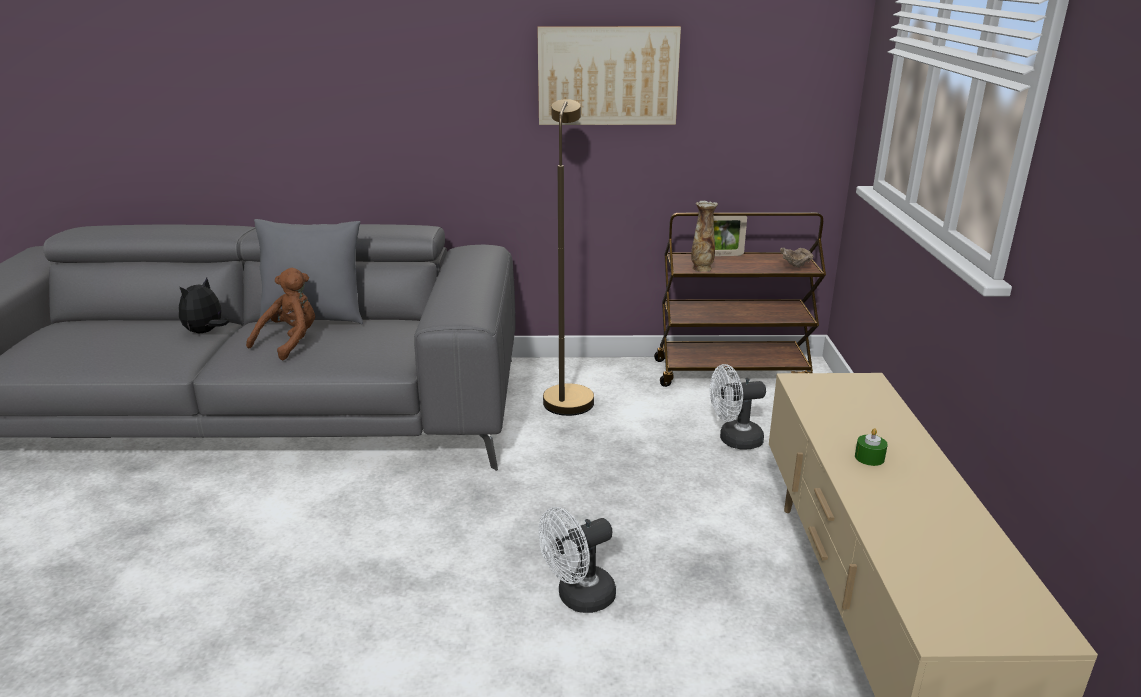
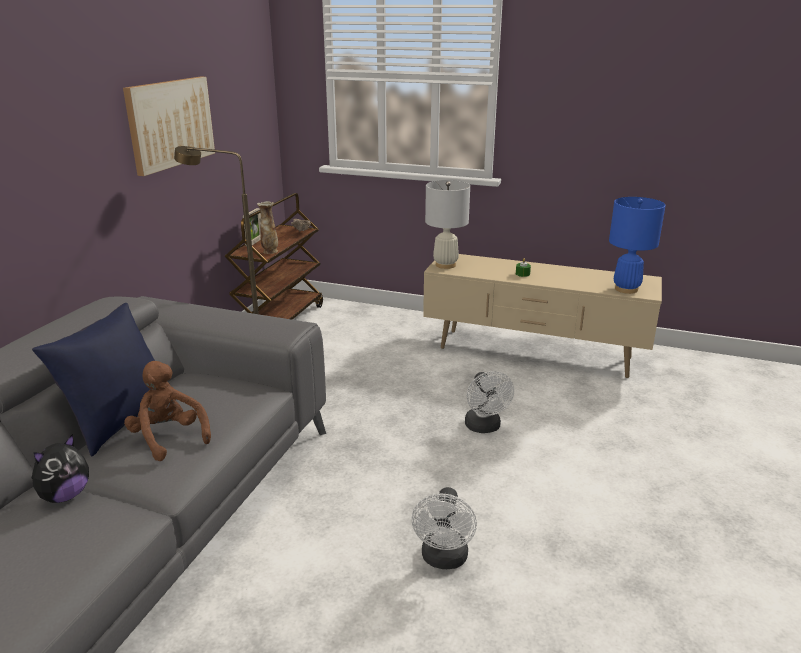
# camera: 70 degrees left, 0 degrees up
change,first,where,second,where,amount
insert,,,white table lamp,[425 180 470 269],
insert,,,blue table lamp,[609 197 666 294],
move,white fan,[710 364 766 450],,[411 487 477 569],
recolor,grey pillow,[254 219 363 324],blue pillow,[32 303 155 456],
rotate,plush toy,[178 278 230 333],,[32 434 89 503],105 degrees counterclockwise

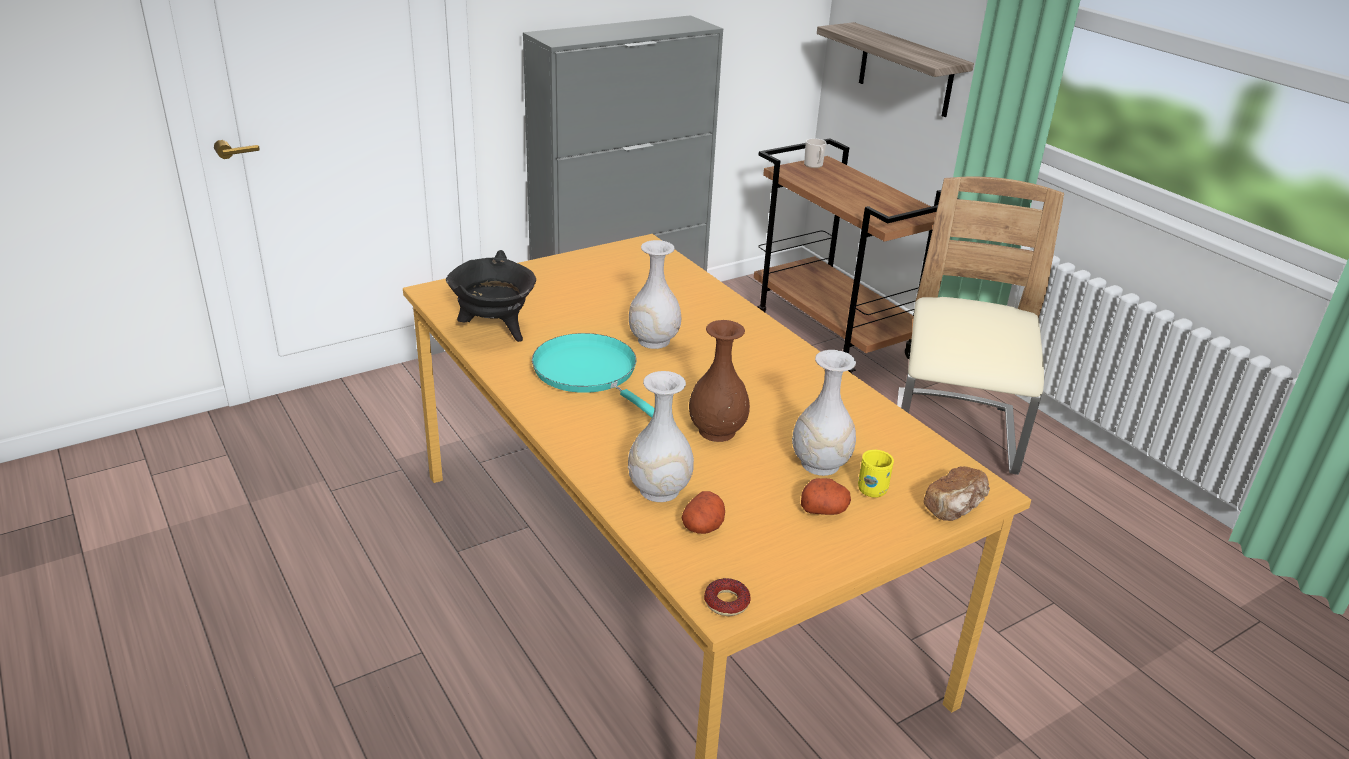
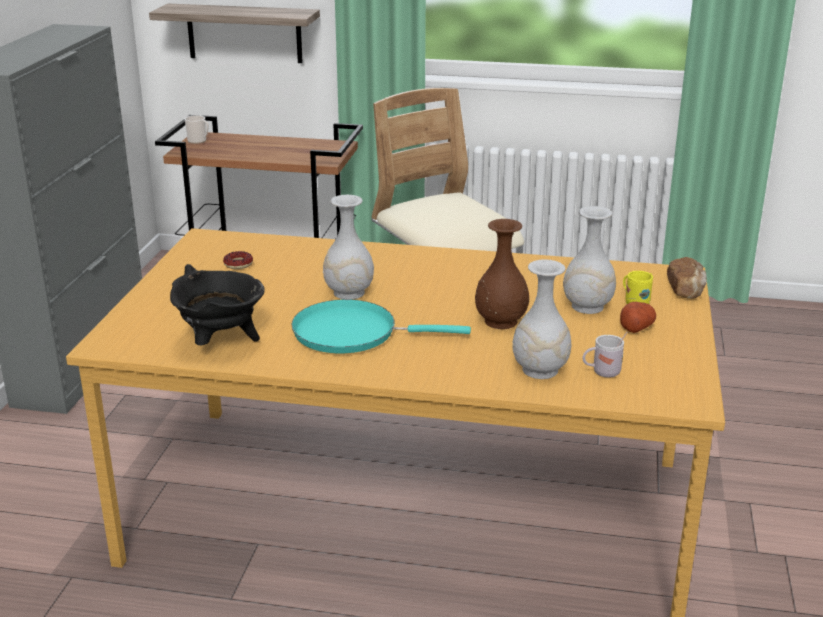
# camera: 45 degrees left, 5 degrees down
change,first,where,second,where,amount
move,donut,[704 578 751 616],,[223 251 253 269],
replace,potato,[681 491 725 534],white mug,[583 332 627 378],

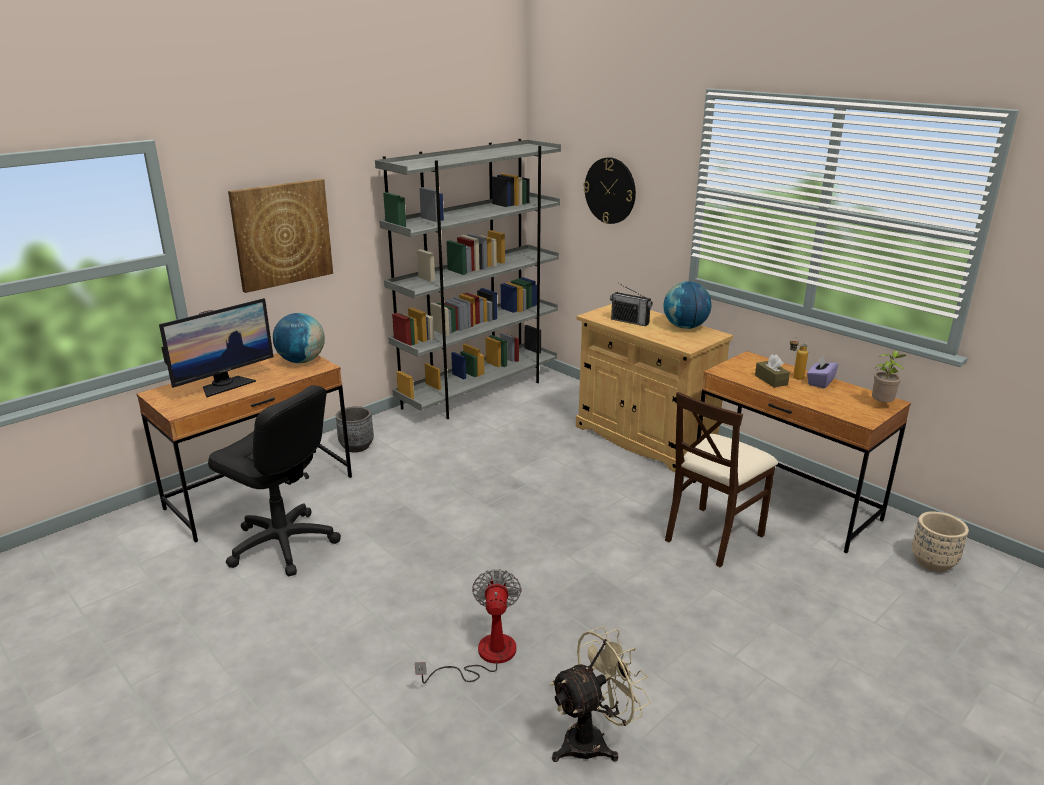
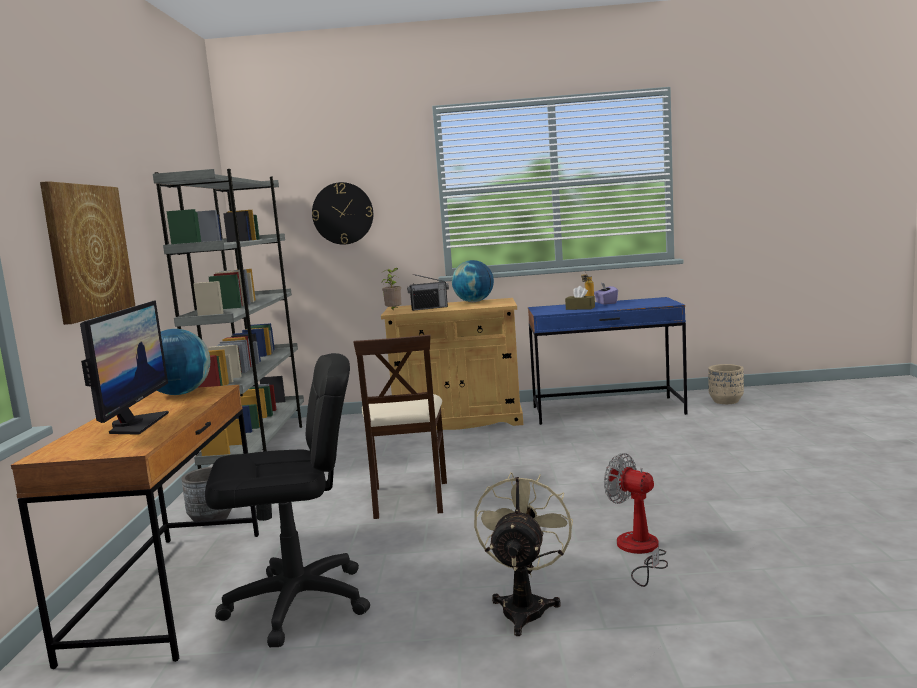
# camera: 45 degrees left, 15 degrees down
change,first,where,second,where,amount
move,beige fan,[550 626 651 762],,[474 472 573 636],
move,beige chair,[665 392 778 567],,[353 335 447 519],
move,potted plant,[872 350 906 402],,[381 268 401 311],
recolor,brown desk,[693 351 911 553],blue desk,[528 297 687 425],

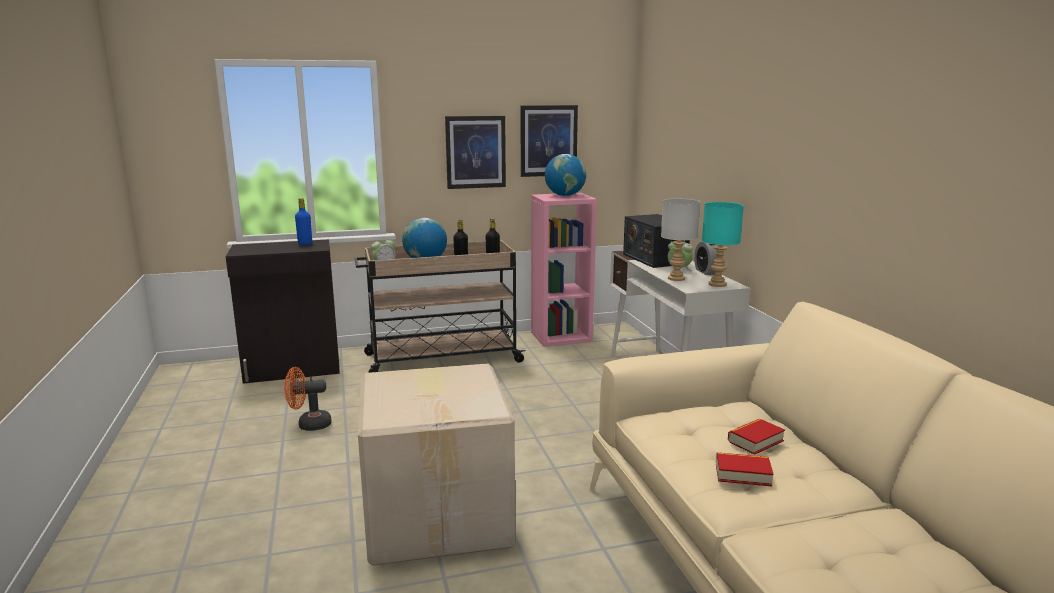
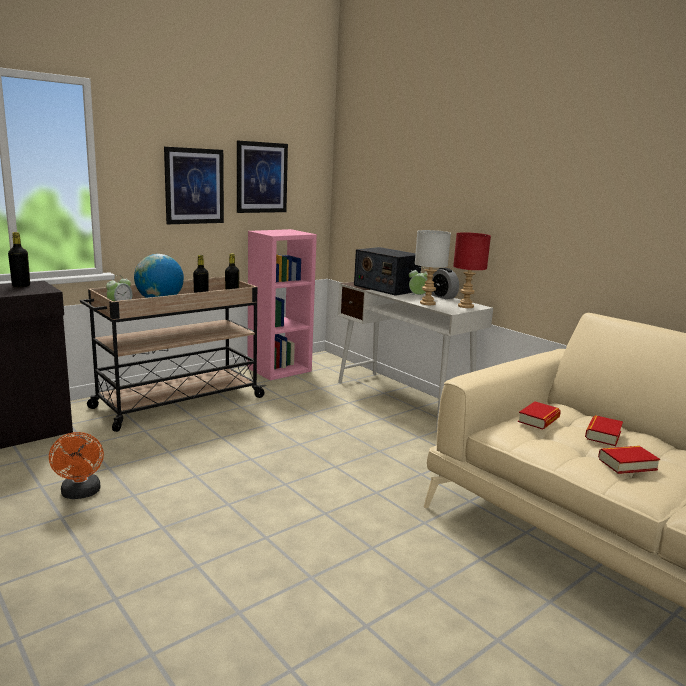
# camera: 25 degrees left, 0 degrees up
change,first,where,second,where,amount
delete,cardboard box,[358 364 515 566],,,
delete,globe,[545 154 586 196],,,
insert,,,book,[518 401 561 430],
recolor,blue bottle,[295 198 312 245],black bottle,[8 232 30 287],
recolor,turquoise table lamp,[702 202 744 287],red table lamp,[453 232 491 308],
rotate,orange fan,[284 367 332 431],,[49 432 104 499],75 degrees counterclockwise

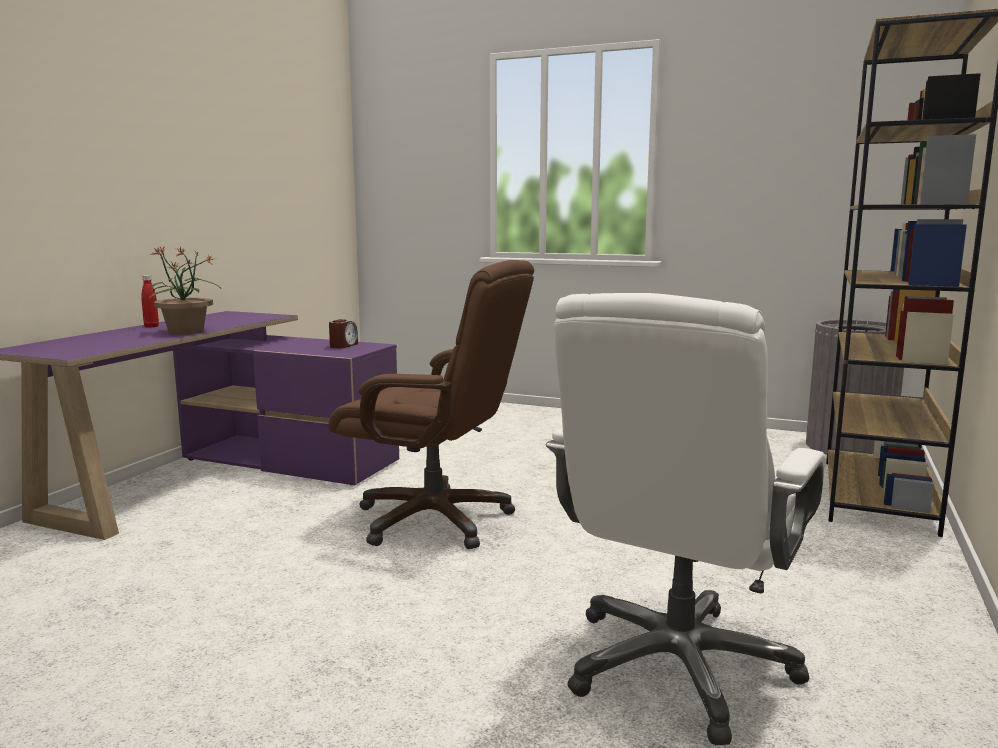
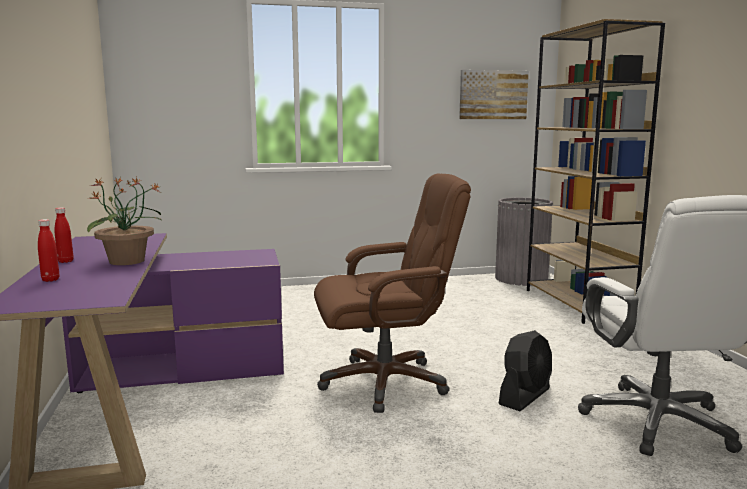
# camera: 35 degrees left, 0 degrees up
change,first,where,second,where,amount
delete,alarm clock,[329 319 358 349],,,
insert,,,red bottle,[38 219 59 282],
insert,,,picture,[459 70 529 119],
insert,,,black fan,[498 330 552 411],

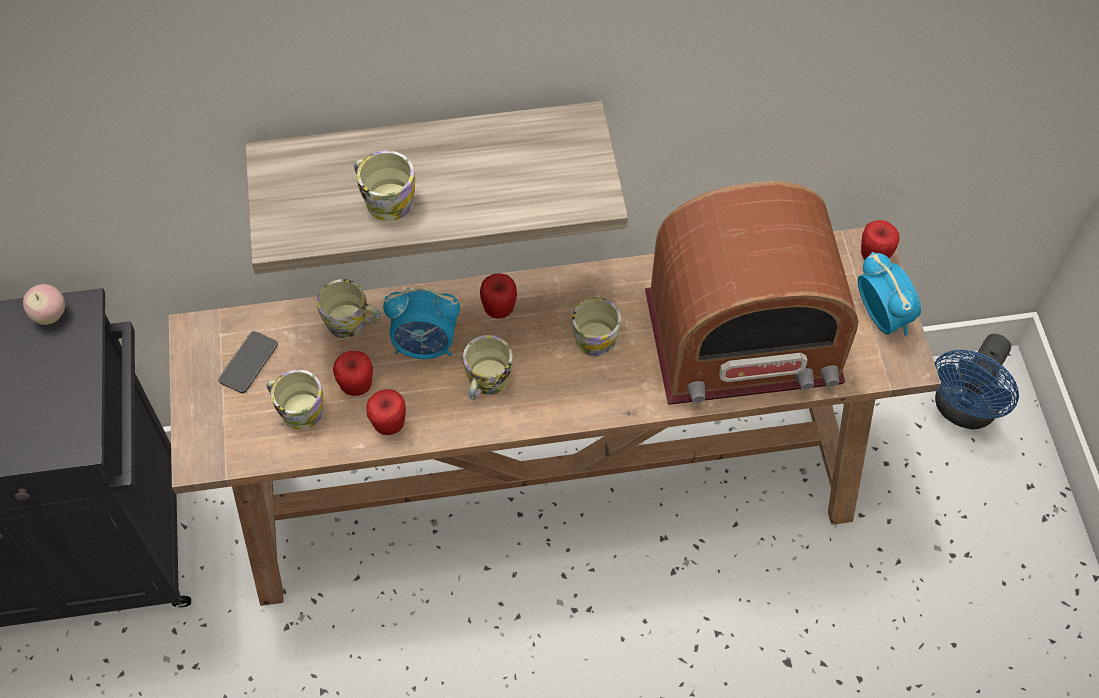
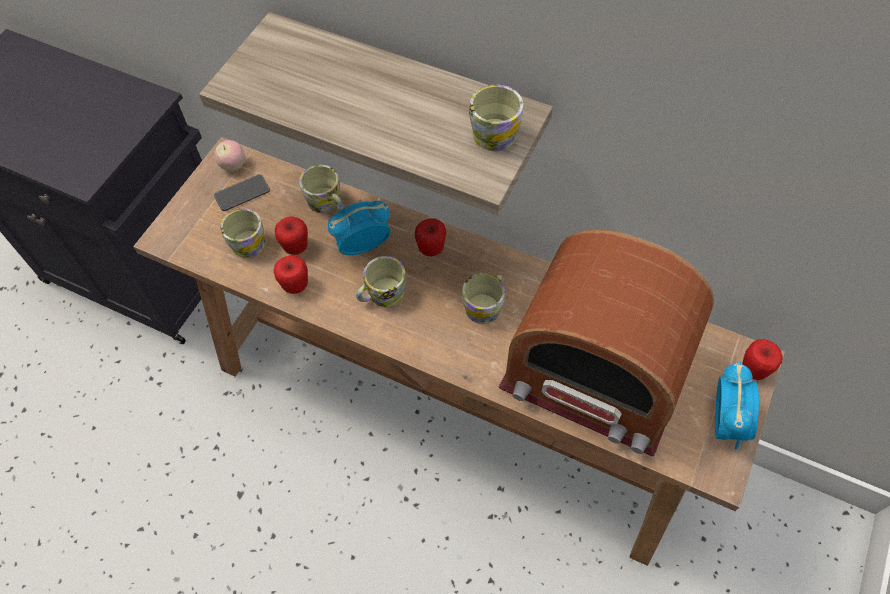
# camera: 35 degrees right, 0 degrees up
change,first,where,second,where,amount
delete,blue fan,[935 334 1019 429],,,
move,apple,[23 284 65 325],,[214 140 245 172],
move,mug,[354 151 415 221],,[469 85 523 151],
rotate,alarm clock,[383 286 460 359],,[328 201 391 255],120 degrees clockwise

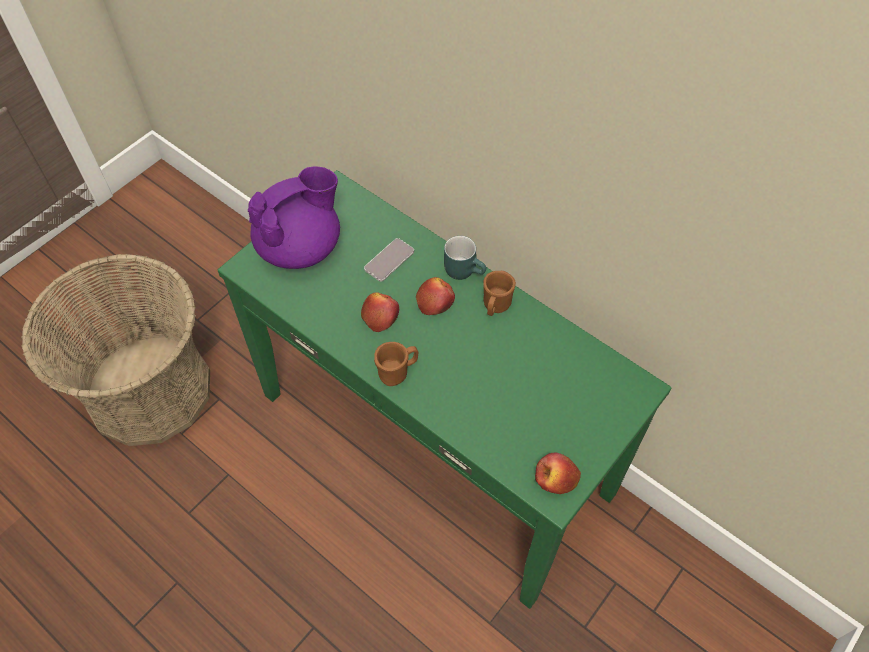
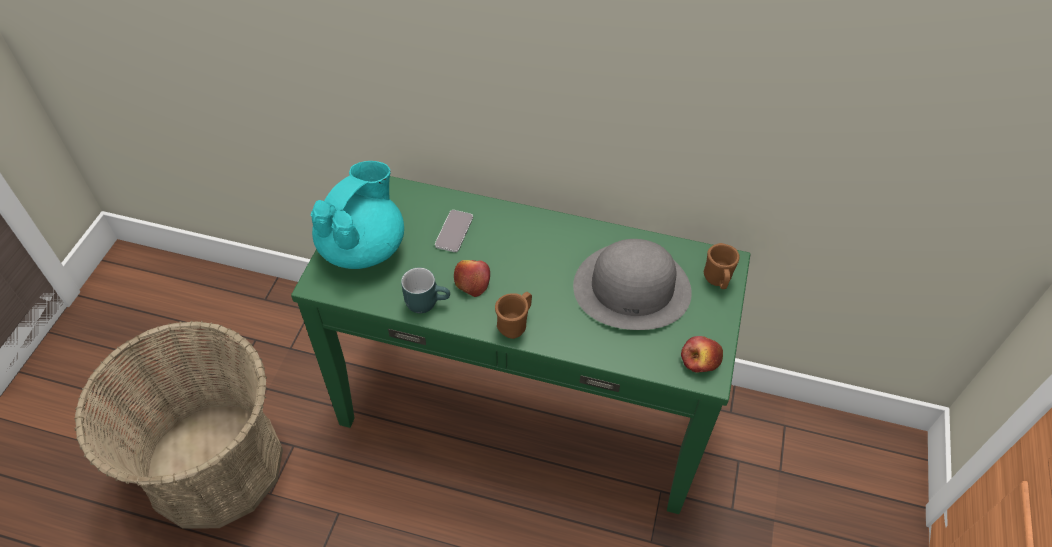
# camera: 25 degrees left, 5 degrees down
change,first,where,second,where,amount
delete,apple,[416 277 455 315],,,
insert,,,grey hat,[573 239 692 330],
move,turquoise mug,[444 236 486 280],,[401 268 450 313],
move,brown mug,[483 271 516 316],,[704 243 740 289],
recolor,purple teapot,[248 166 340 269],turquoise teapot,[311 161 404 269],

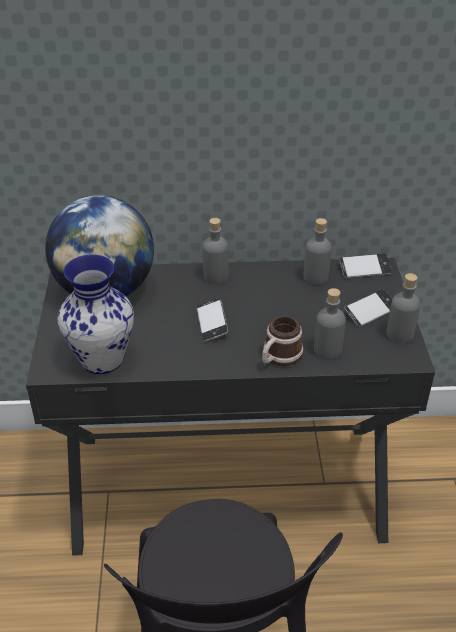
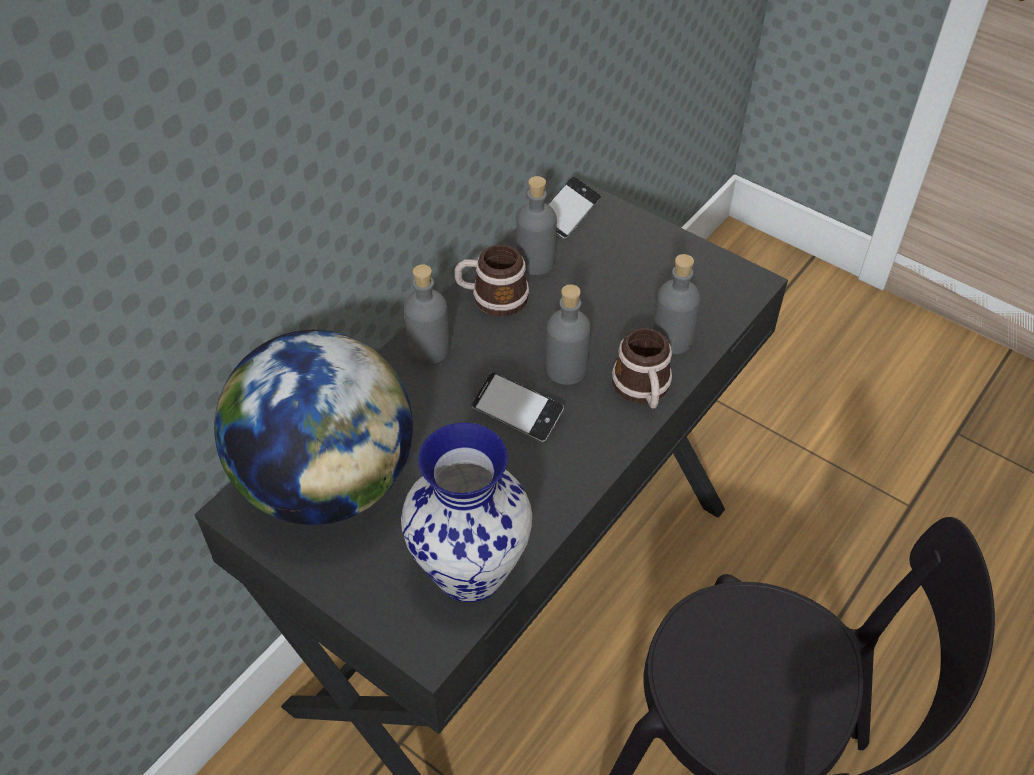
# camera: 50 degrees left, 10 degrees up
change,first,where,second,where,amount
delete,phone,[344 289 392 327],,,
insert,,,mug,[455 245 529 316],
move,grey bottle,[386 273 421 343],,[546 284 591 385],

